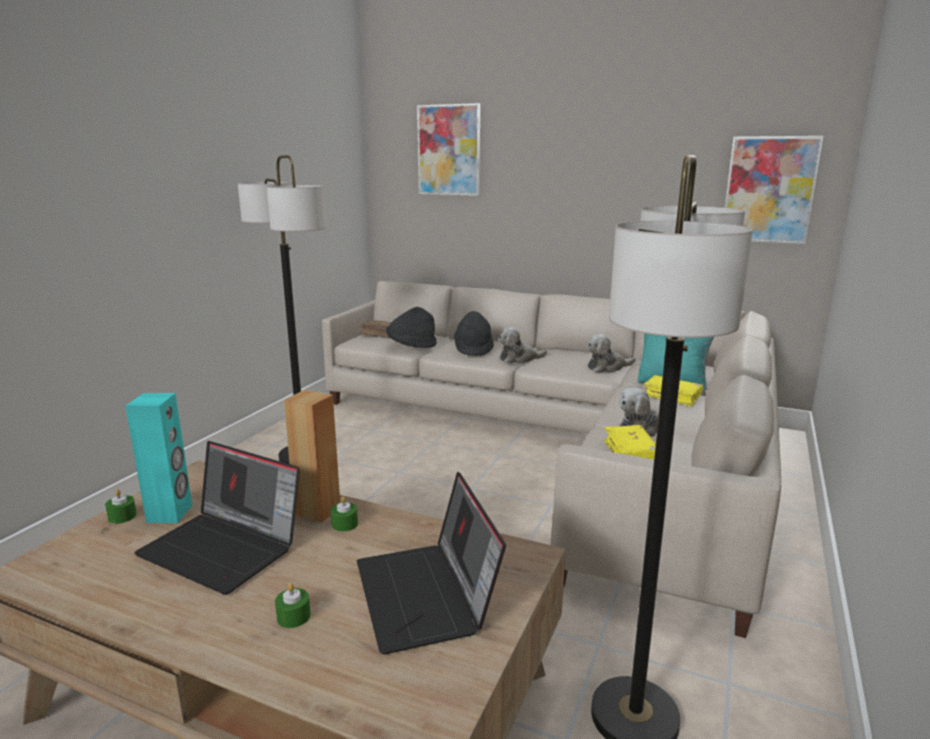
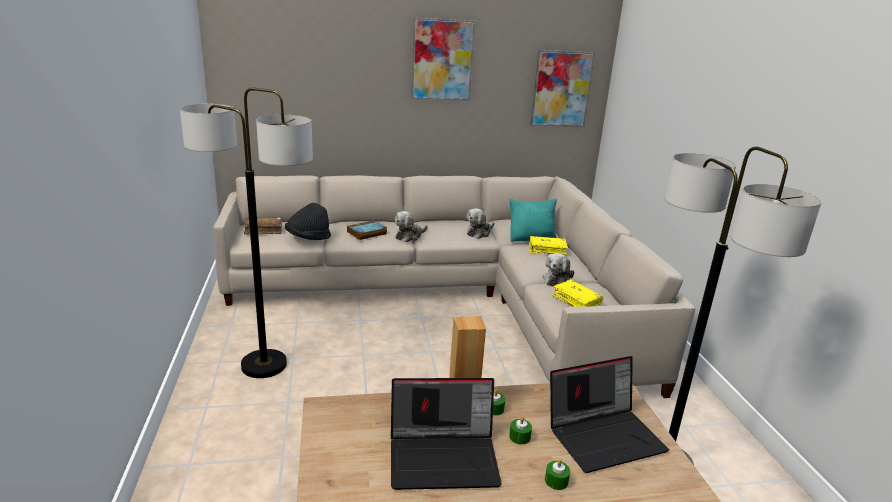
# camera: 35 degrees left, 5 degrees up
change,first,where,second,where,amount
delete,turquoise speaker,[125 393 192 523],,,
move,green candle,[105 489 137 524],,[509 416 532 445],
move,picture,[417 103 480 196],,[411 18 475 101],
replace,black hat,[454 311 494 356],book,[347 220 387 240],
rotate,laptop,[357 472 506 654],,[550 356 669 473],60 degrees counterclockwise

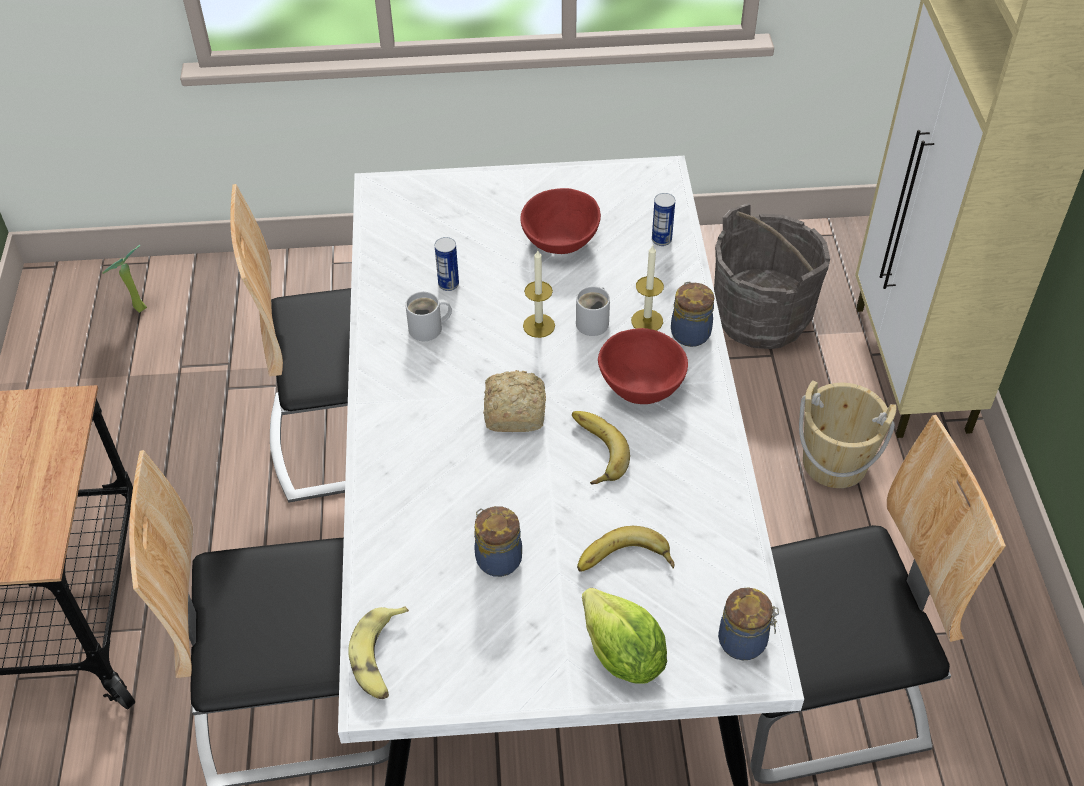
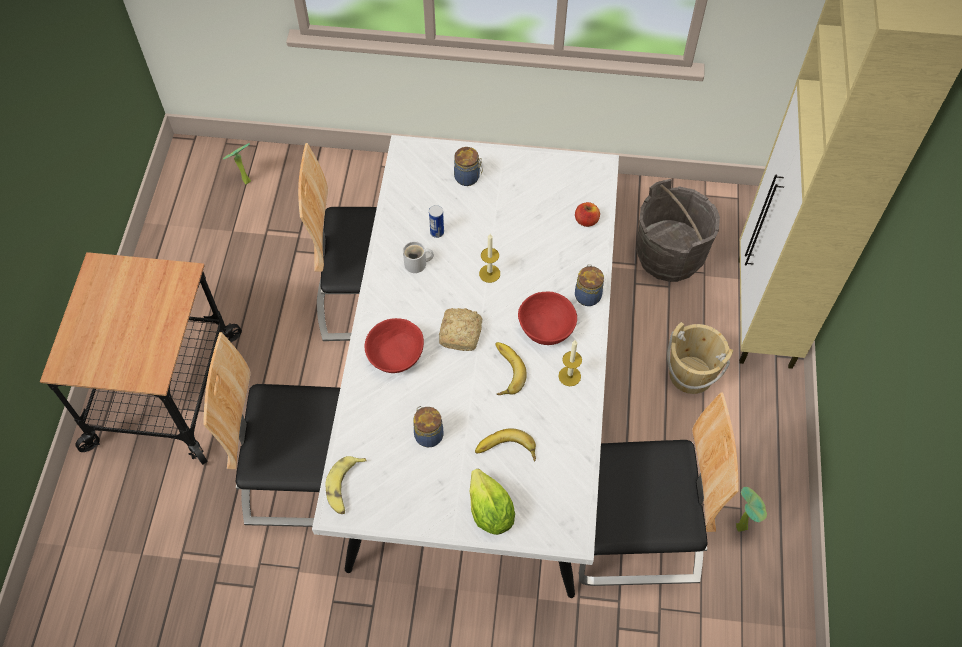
# camera: 10 degrees right, 10 degrees up
change,first,where,second,where,amount
delete,white mug,[576 286 610 336],,,
insert,,,potted plant,[736 487 767 532],
move,red bowl,[520 188 601 254],,[365 318 424 373],
move,candle,[631 245 664 331],,[558 340 582 386],
move,jar,[718 587 779 660],,[454 147 483 186],
replace,can,[652 193 675 246],apple,[575 202 600 227],

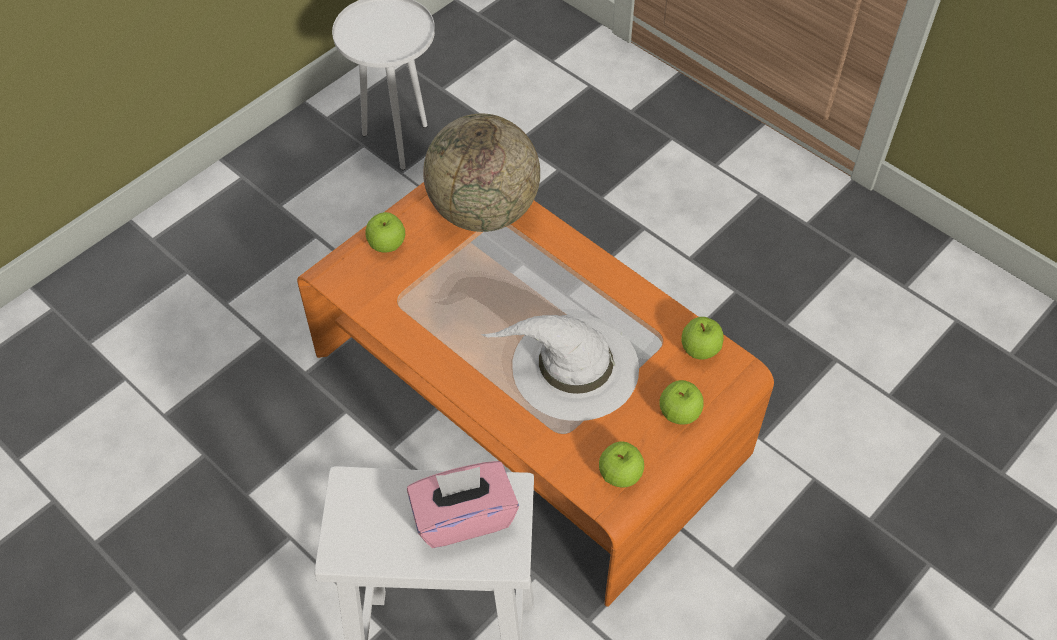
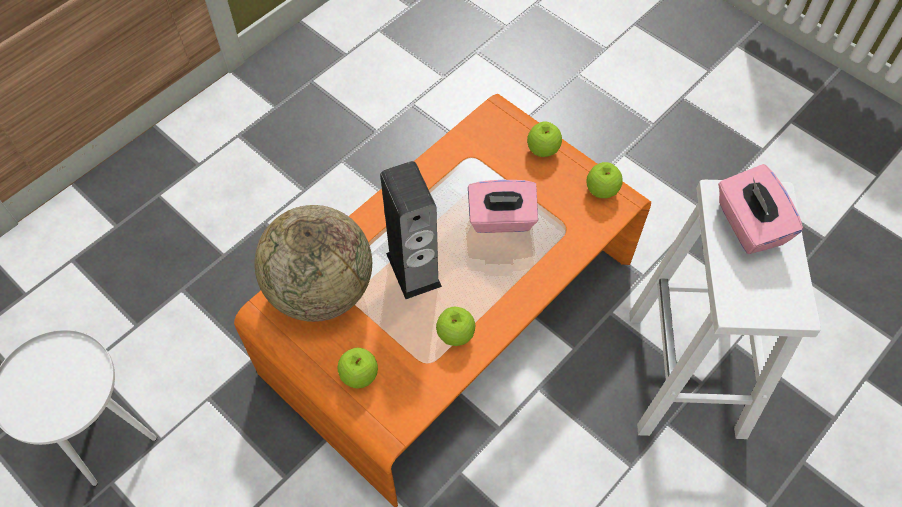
# camera: 90 degrees left, 5 degrees up
change,first,where,second,where,amount
insert,,,speaker,[380 161 442 299],
move,apple,[681 317 724 360],,[436 307 475 346],
replace,white hat,[481 315 639 421],pink tissue box,[468 180 538 233],

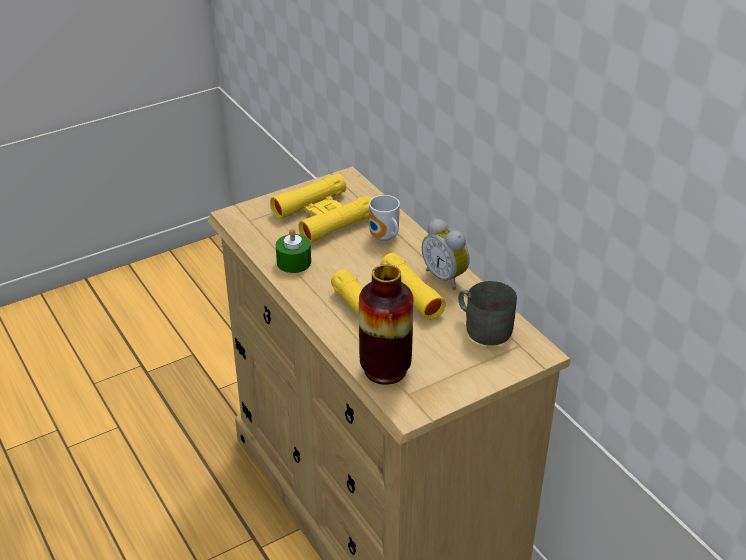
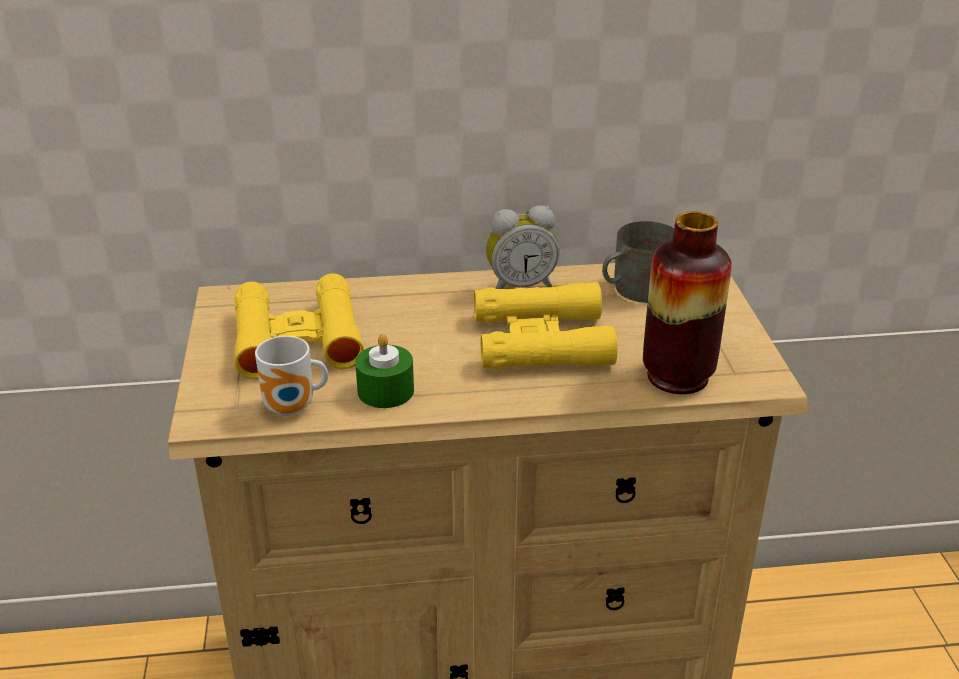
# camera: 65 degrees left, 5 degrees down
change,first,where,second,where,amount
move,mug,[369 195 400 241],,[255 336 328 416],

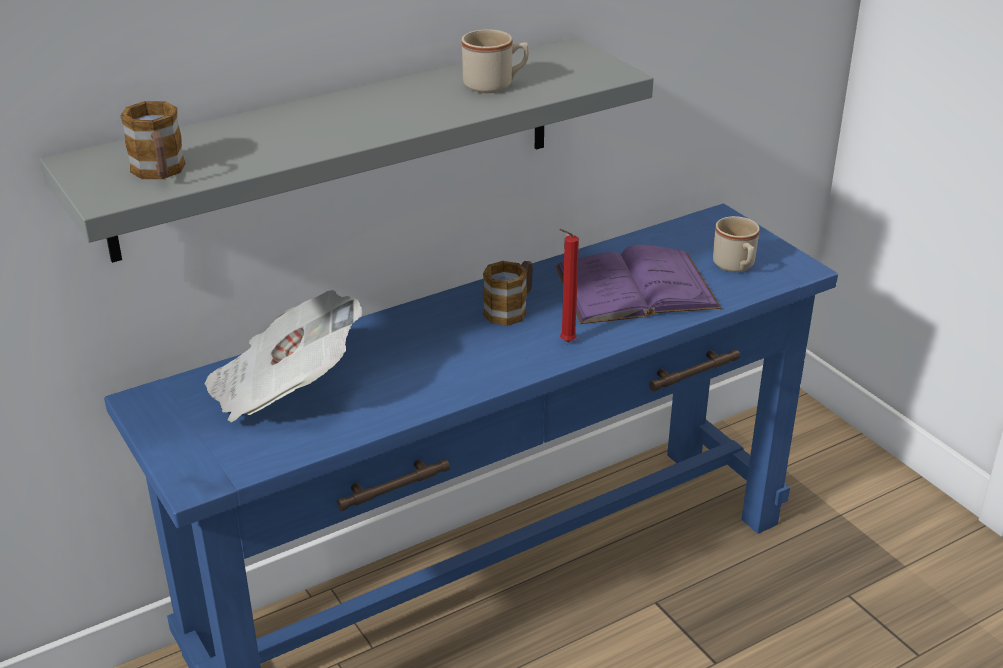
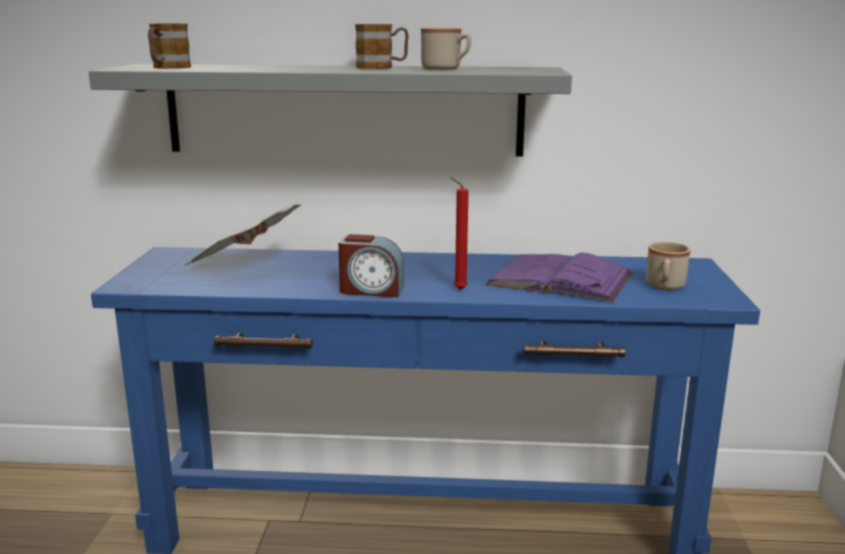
# camera: 35 degrees right, 15 degrees down
change,first,where,second,where,amount
insert,,,alarm clock,[338 234 404 297],
move,mug,[483 261 533 326],,[355 24 409 69],

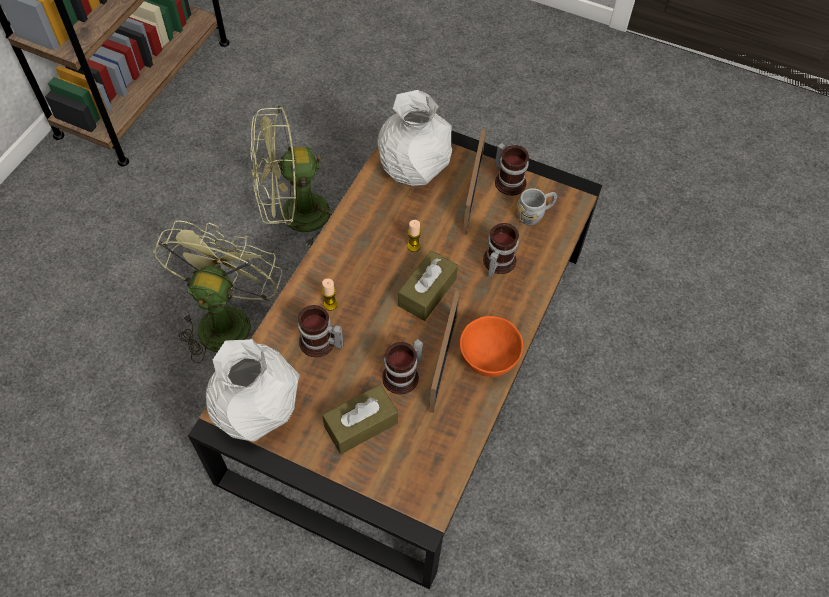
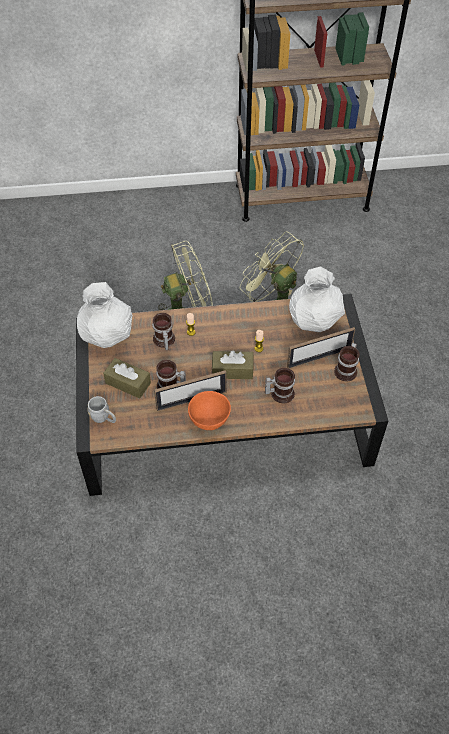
# camera: 60 degrees right, 5 degrees down
change,first,where,second,where,amount
move,grey mug,[517 188 557 225],,[87 396 116 423],

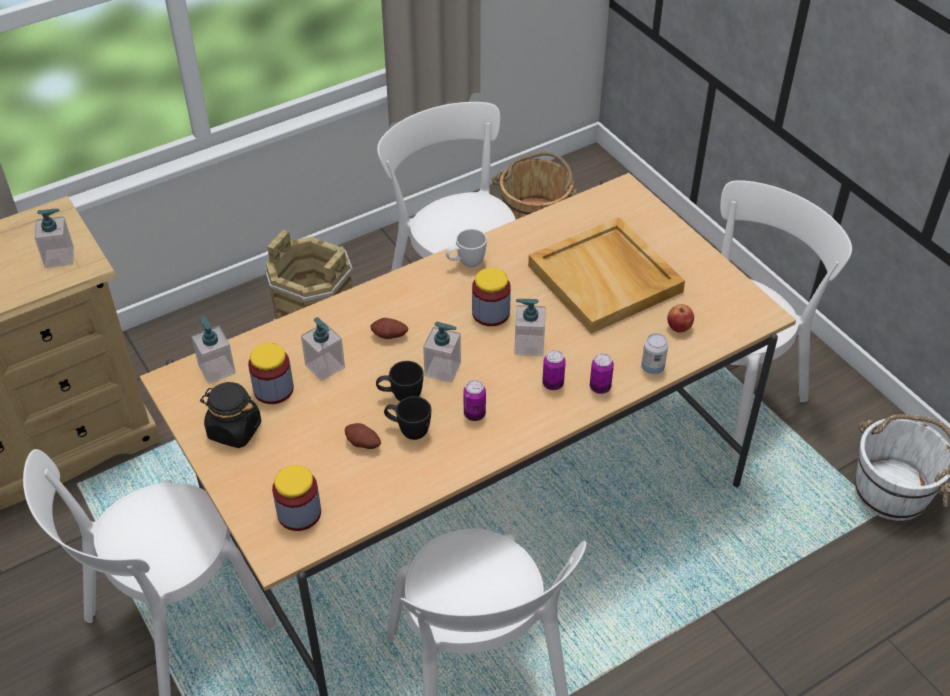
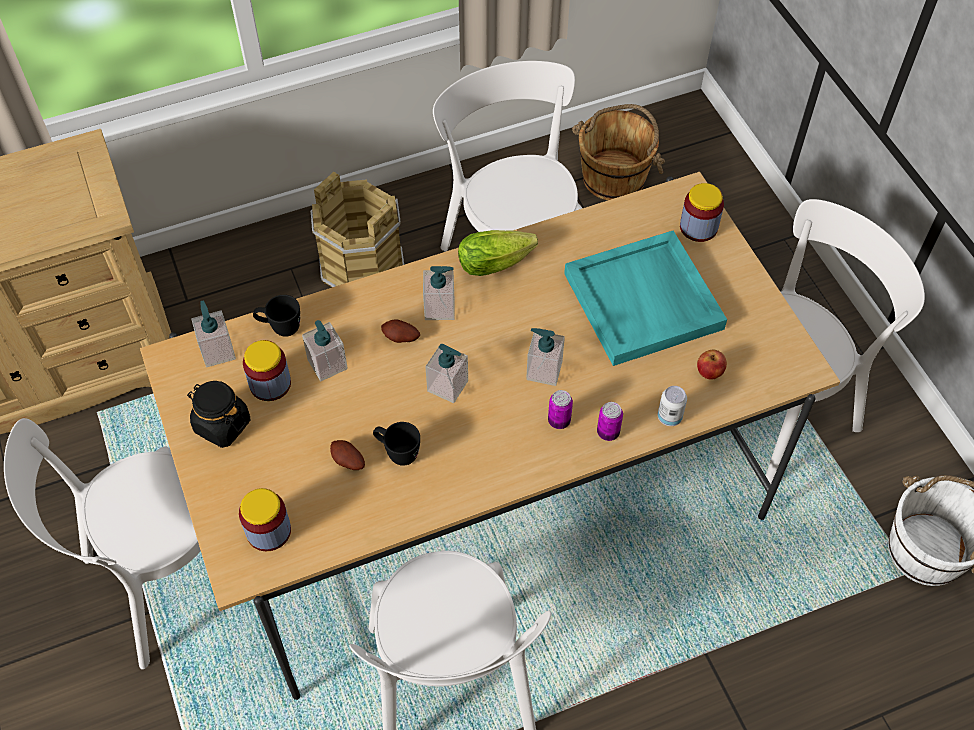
# camera: 10 degrees right, 10 degrees up
change,first,where,second,where,amount
delete,can,[463 380 486 421],,,
move,soap dispenser,[34 209 74 268],,[423 266 455 320],
move,black mug,[376 361 424 401],,[253 295 300 337],
move,jar,[472 268 511 326],,[680 183 724 242],
replace,white mug,[446 229 487 267],lettuce,[458 230 538 276],
recolor,beige tray,[528 218 685 334],turquoise tray,[564 231 727 366],

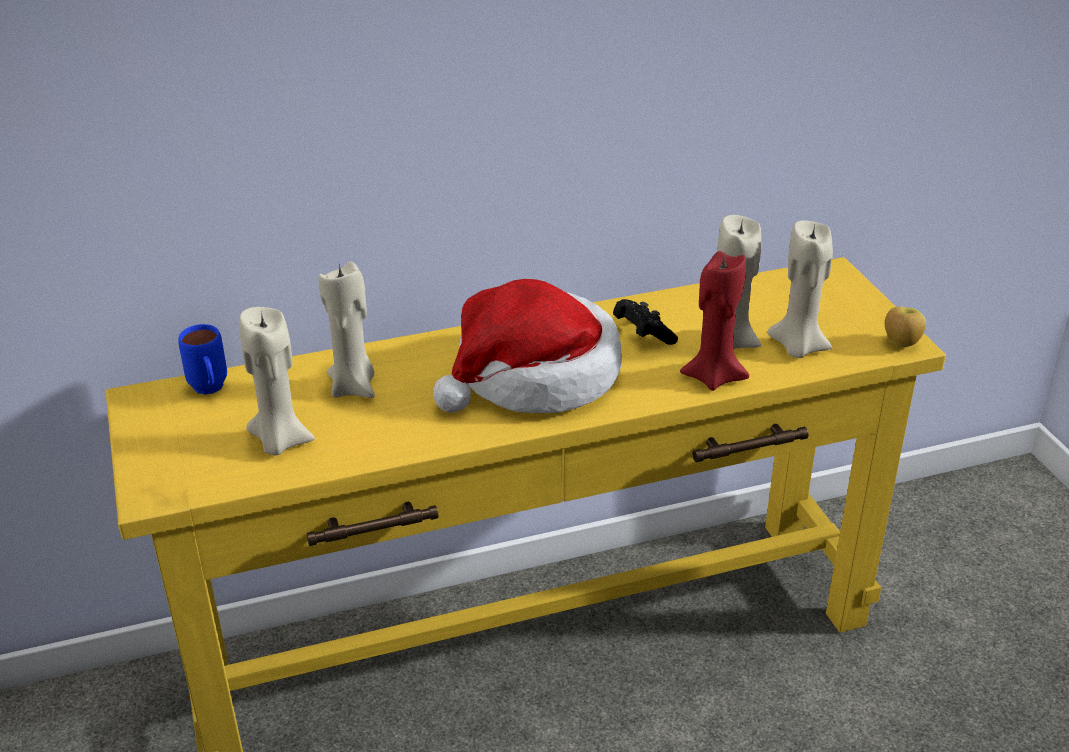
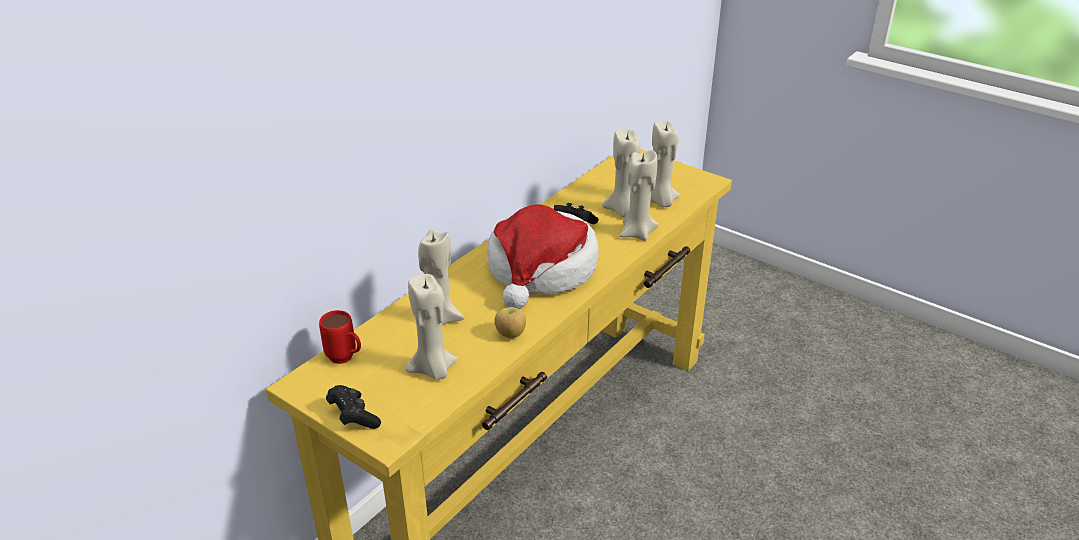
# camera: 35 degrees left, 0 degrees up
change,first,where,second,where,amount
insert,,,black game controller,[326 385 381 429],
move,apple,[885 306 926 347],,[495 307 526 339],
recolor,blue mug,[178 324 227 395],red mug,[319 310 361 364],
recolor,red candle,[680 251 749 391],beige candle,[620 150 658 241],

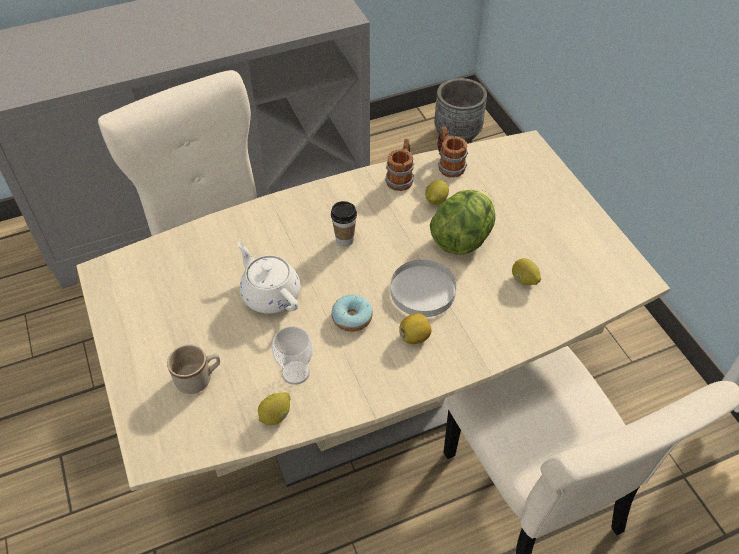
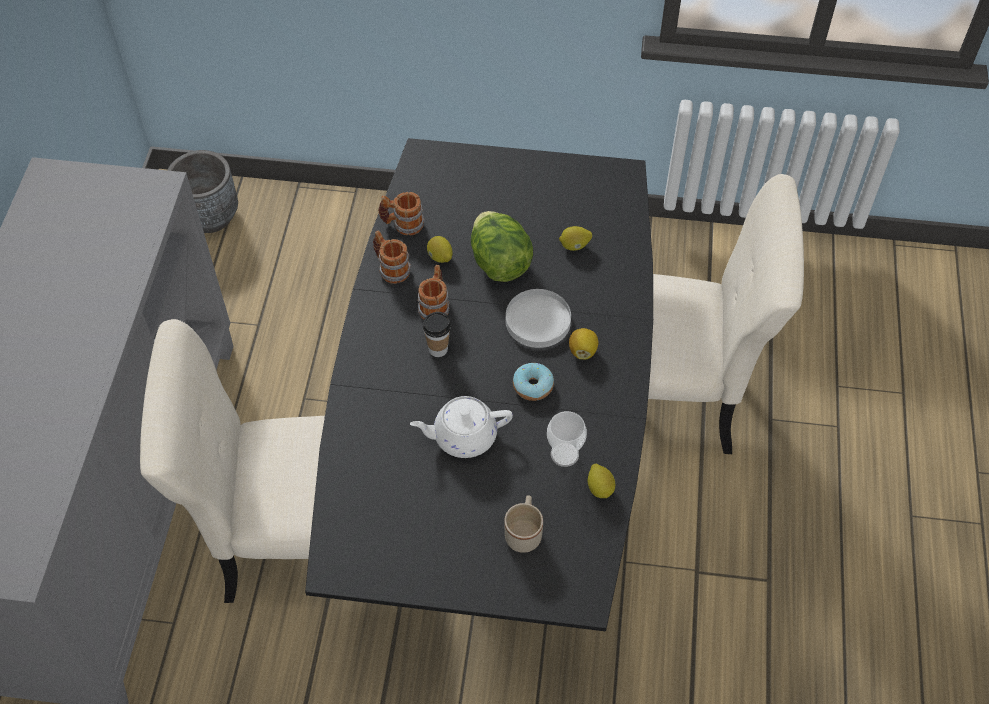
# camera: 60 degrees left, 5 degrees up
change,first,where,second,where,amount
insert,,,mug,[418 265 450 319],
recolor,beige dining table,[76 130 670 491],black dining table,[305 138 653 631],

